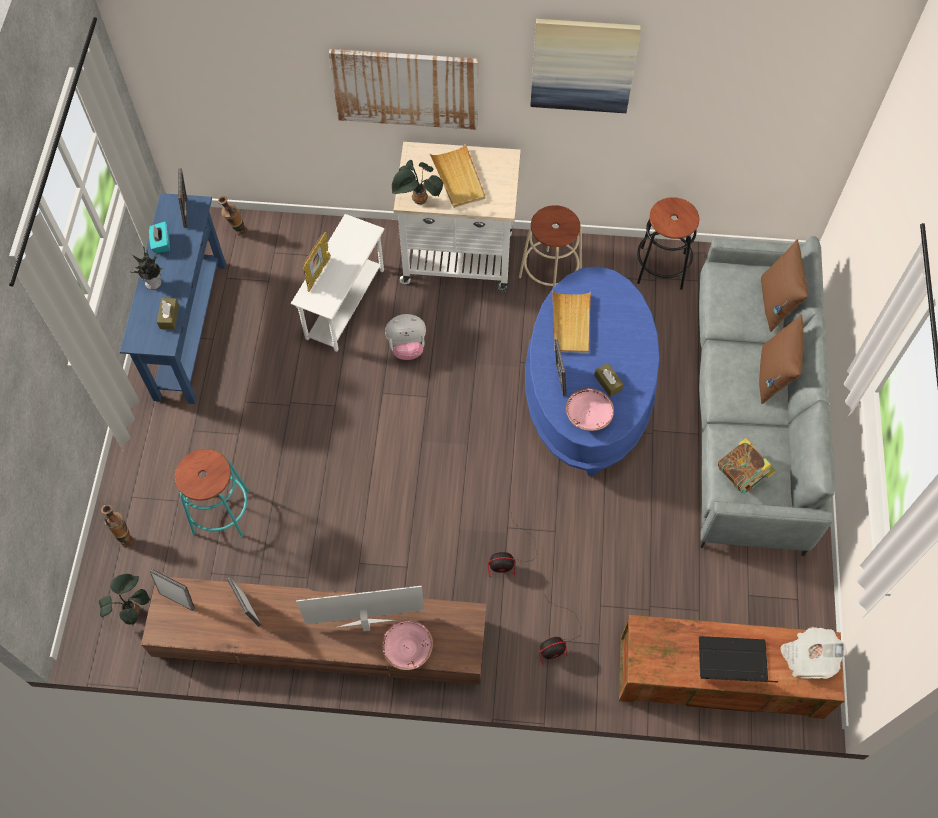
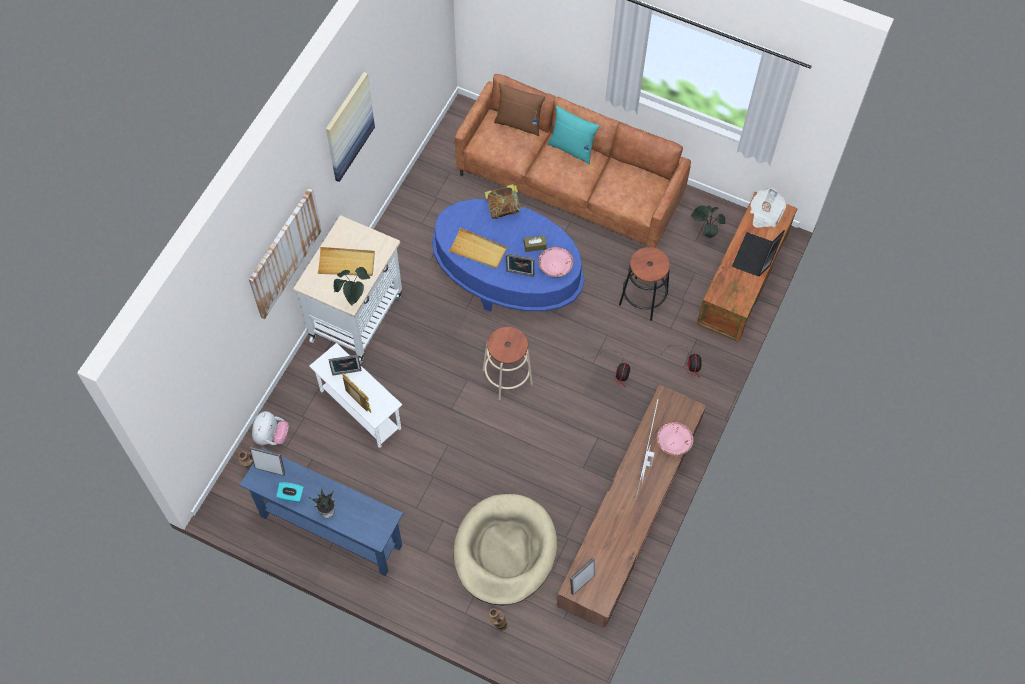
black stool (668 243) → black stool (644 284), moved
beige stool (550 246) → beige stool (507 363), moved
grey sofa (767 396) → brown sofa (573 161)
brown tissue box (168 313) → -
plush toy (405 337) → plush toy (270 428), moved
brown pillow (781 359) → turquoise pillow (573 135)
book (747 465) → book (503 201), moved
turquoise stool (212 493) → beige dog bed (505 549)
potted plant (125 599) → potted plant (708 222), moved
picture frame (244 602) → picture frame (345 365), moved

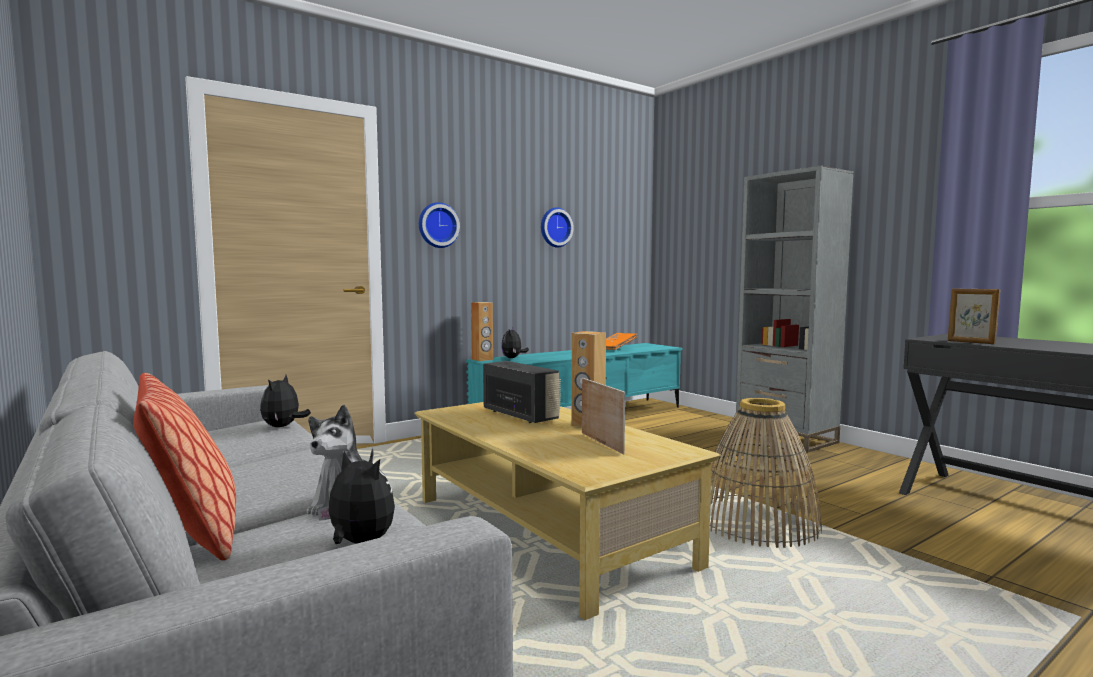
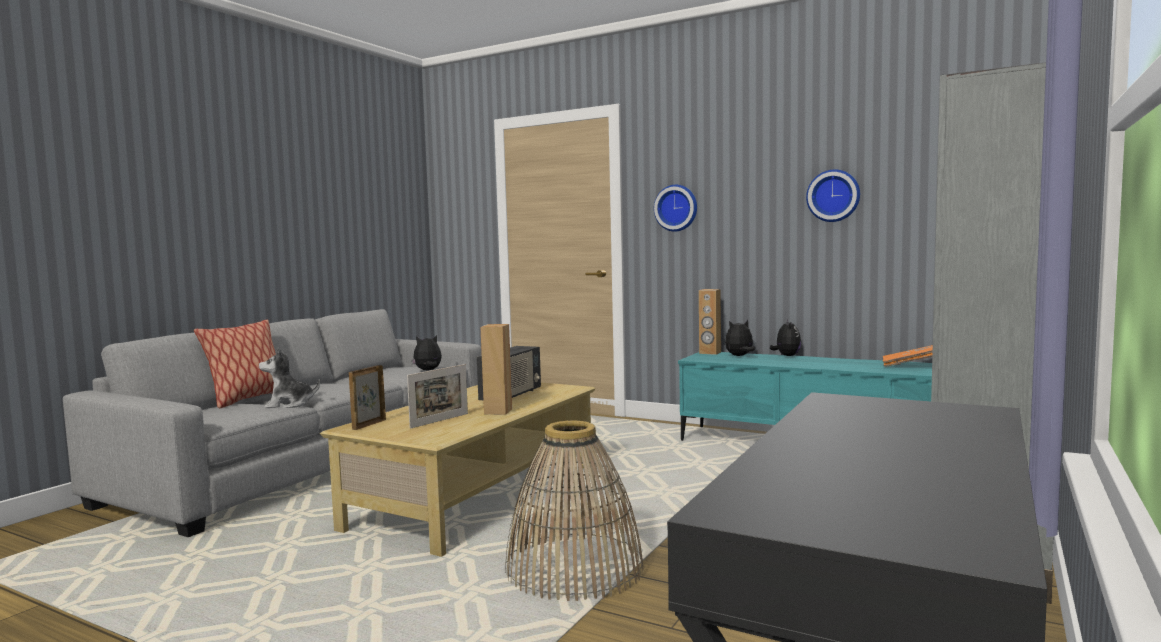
picture frame (974 316) → picture frame (367 397), moved
plush toy (356 497) → plush toy (785 338), moved

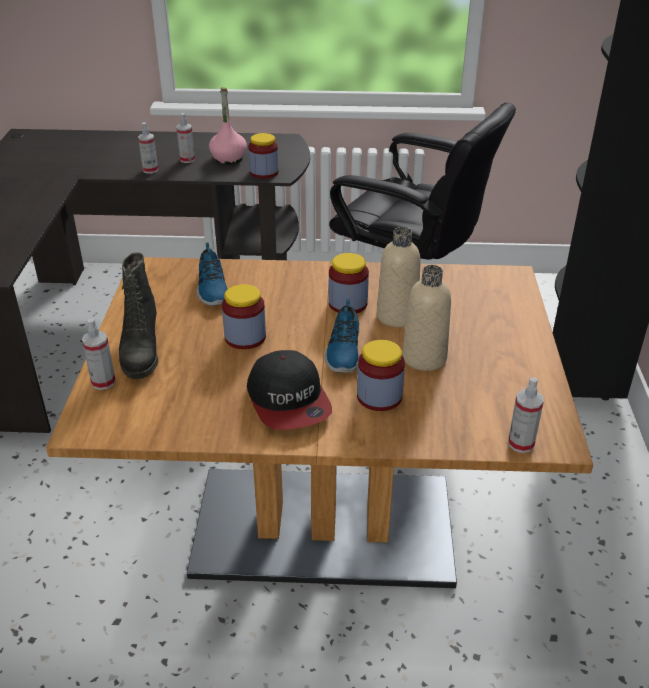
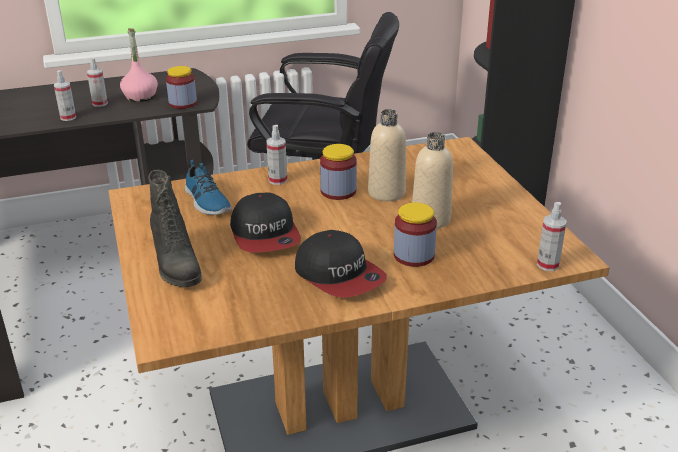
jar (244 316) → cap (265 222)
shoe (342 336) → -
spray bottle (99 354) → spray bottle (276 155), moved

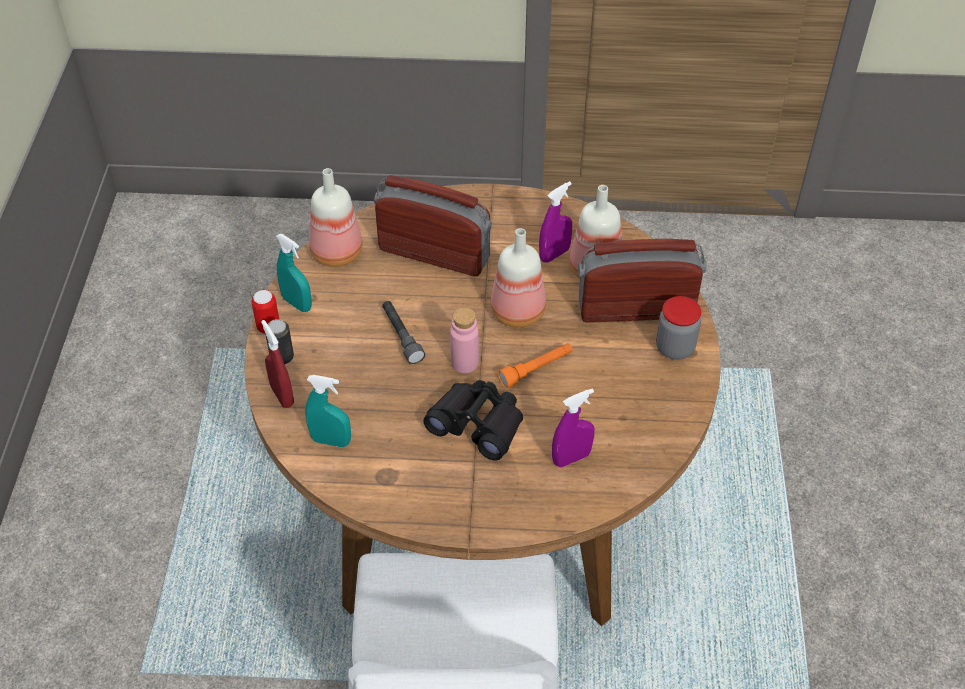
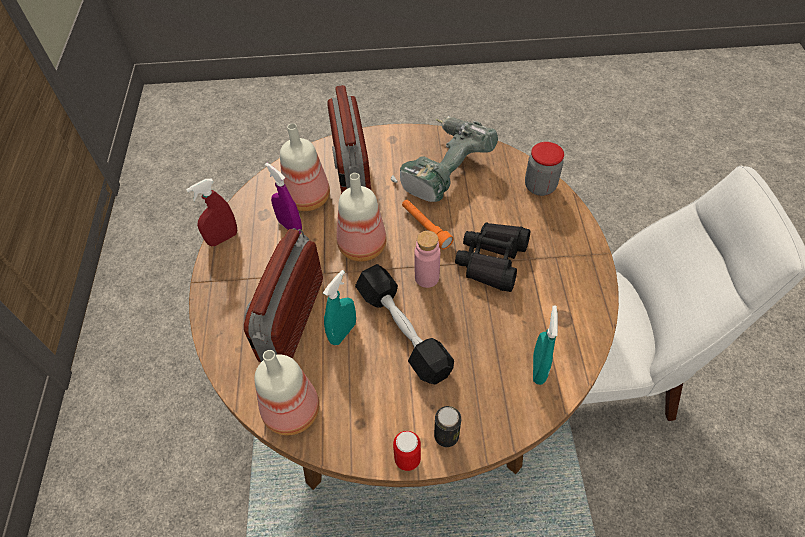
turquoise spray bottle (294 273) → turquoise spray bottle (339 307), moved
jar (678 328) → jar (544 169), moved
grey flashlight (403 332) → black dumbbell (404 324)
red spray bottle (277 364) → red spray bottle (211 212), moved
purple spray bottle (573 427) → -
- → power drill (444 159)

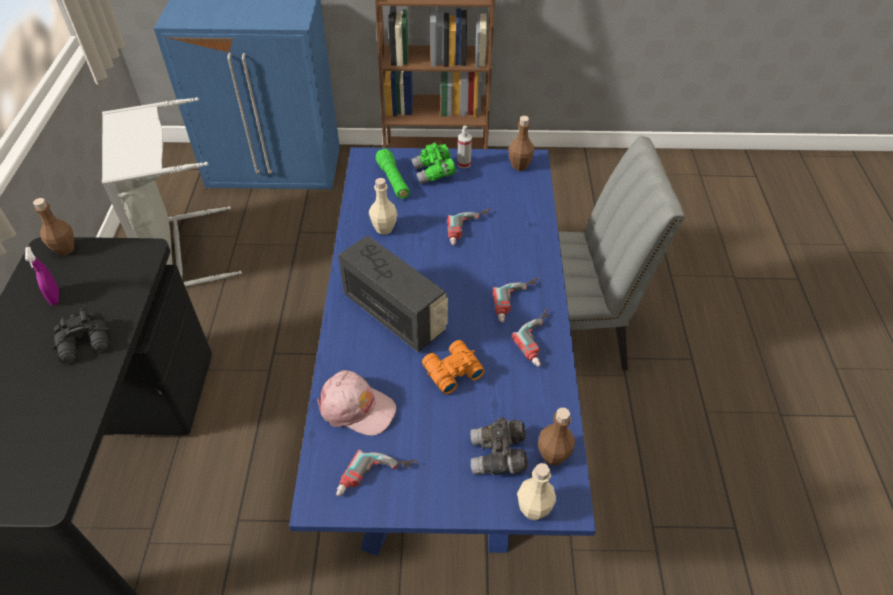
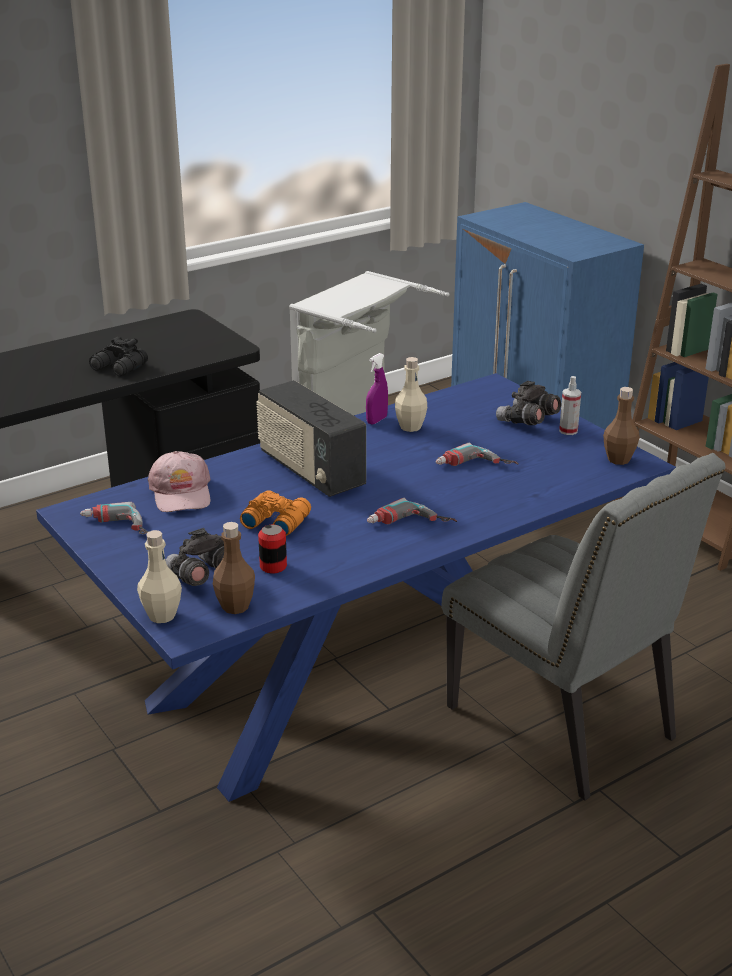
green binoculars (433 163) → grey binoculars (528 403)
green flashlight (393 173) → -
brown bottle (53 227) → -
radio (393 294) → radio (311 438), 135 degrees clockwise
purple spray bottle (42 276) → purple spray bottle (377 388), moved
power drill (530 338) → -
- → can (272 549)

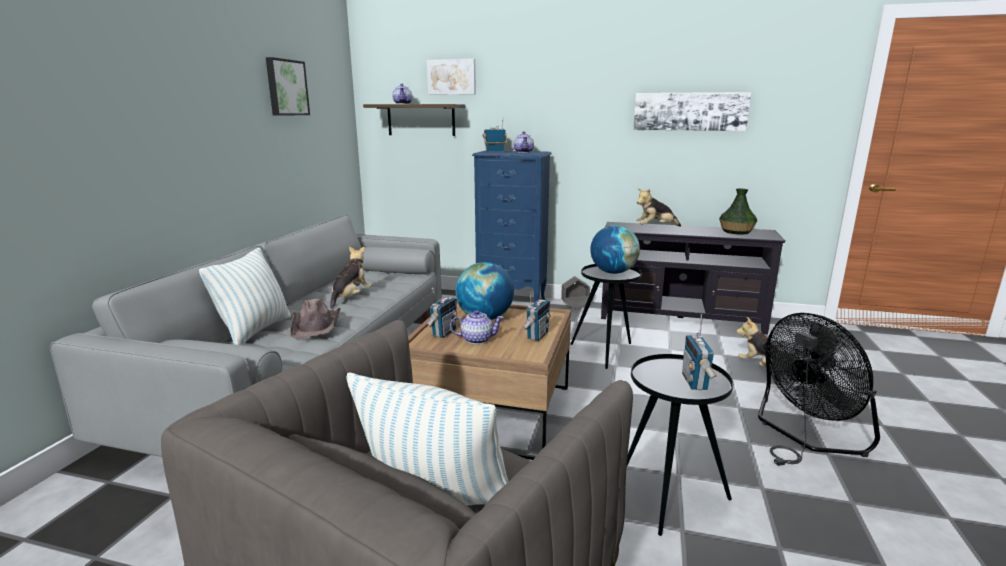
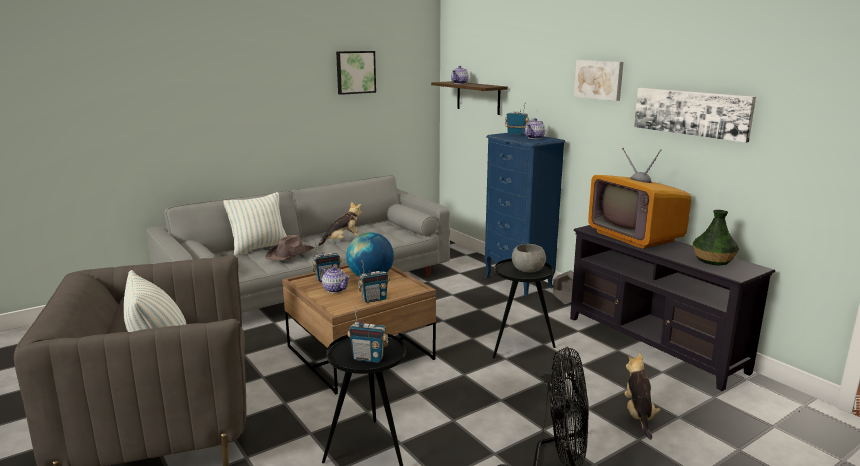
picture (451 77) → picture (598 80), moved
plush toy (658 207) → television (639 198)
globe (615 249) → grey bowl (529 258)
radio (699 352) → radio (367 334), 120 degrees counterclockwise

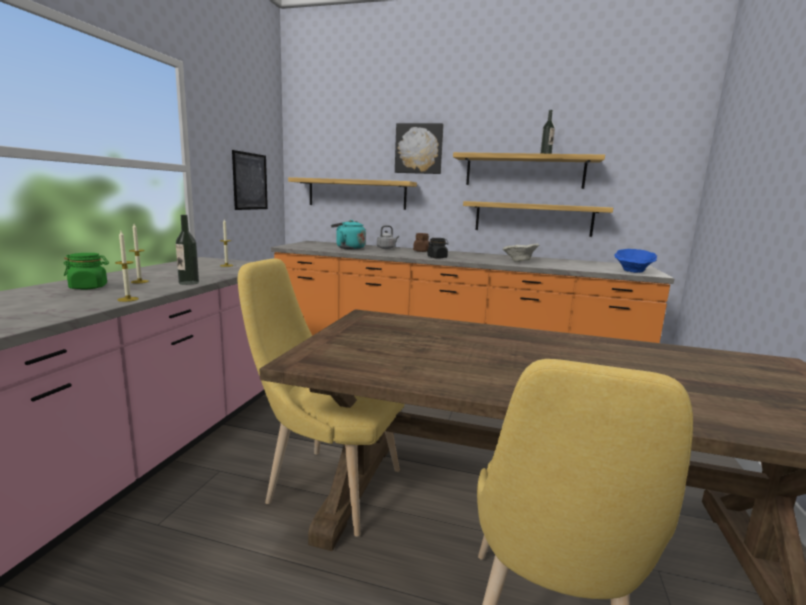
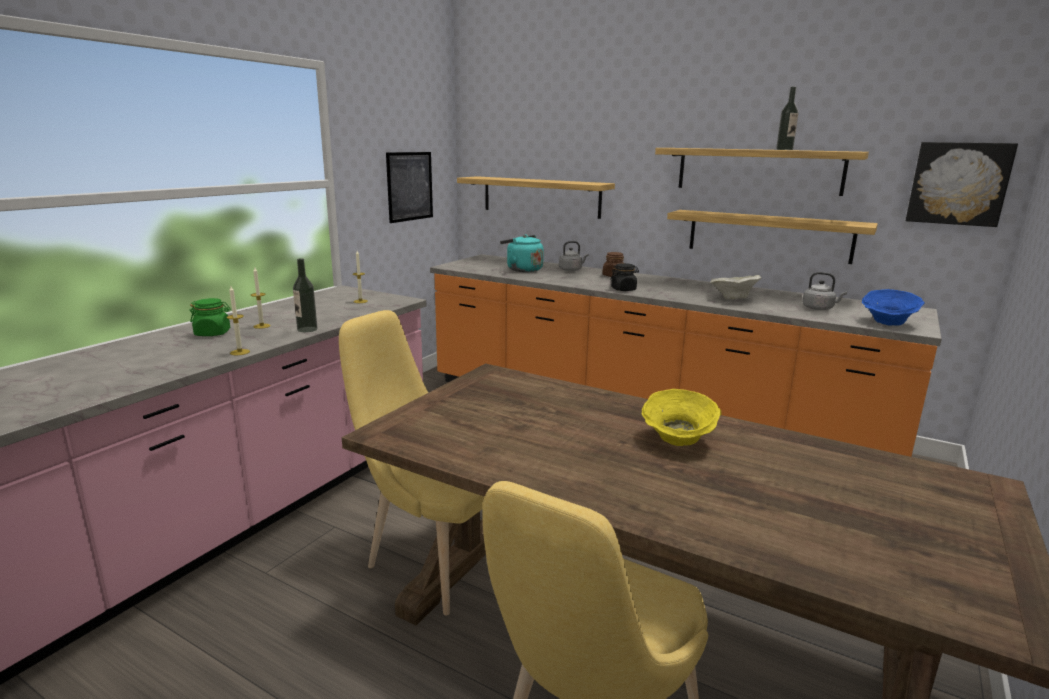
picture (419 148) → picture (962 184), moved
- → grey kettle (824 291)
- → yellow bowl (681 417)

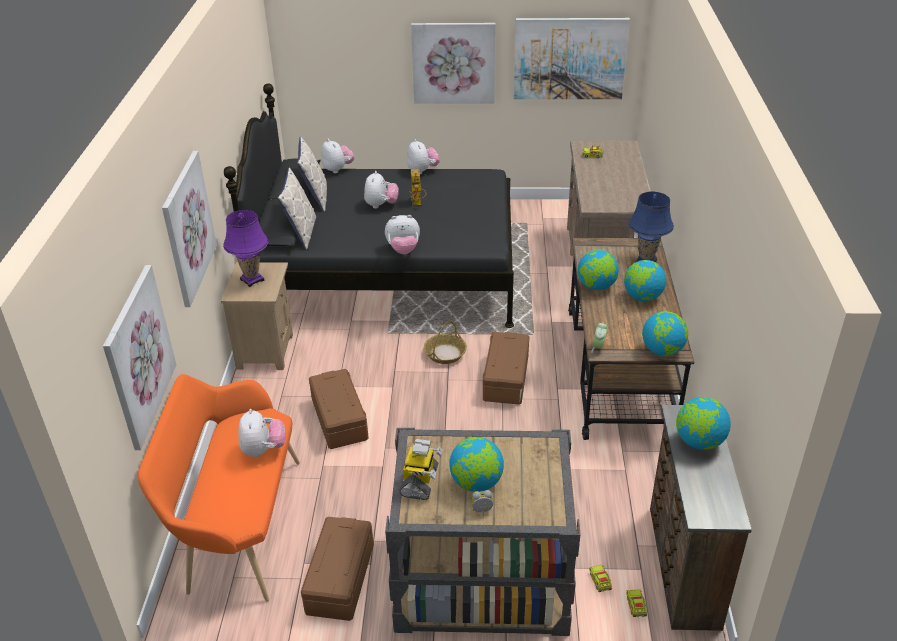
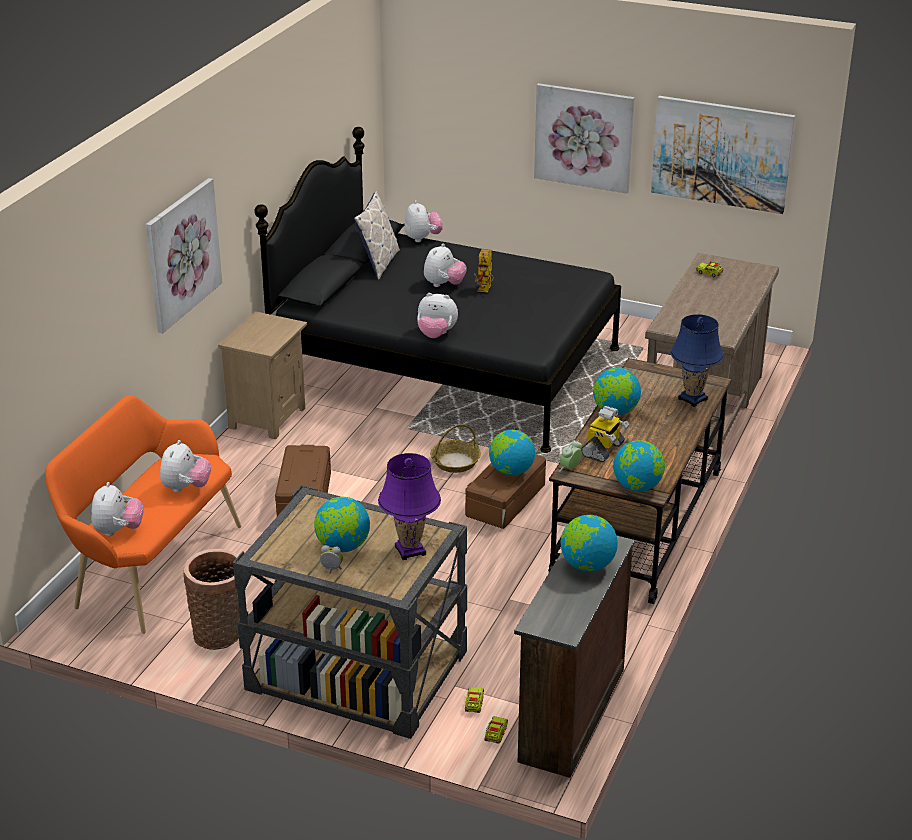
plush toy (423 156) → plush toy (117 509), moved
pillow (296 209) → -
purple table lamp (245 248) → purple table lamp (409 506), moved
globe (645 280) → globe (512 453), moved
picture (139 357) → -
toy robot (421 469) → toy robot (605 434), moved
brown storage box (337 569) → basket (211 599)

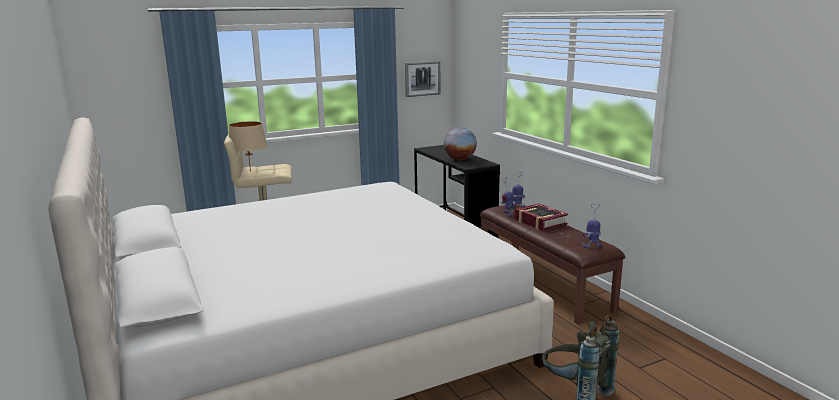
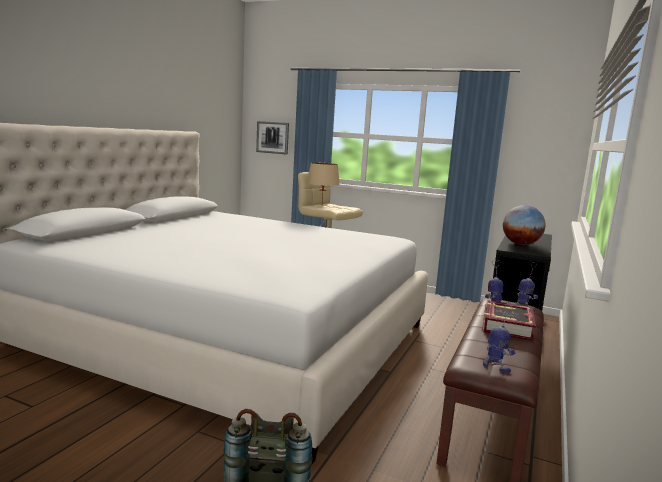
picture (422 79) → picture (272 138), moved

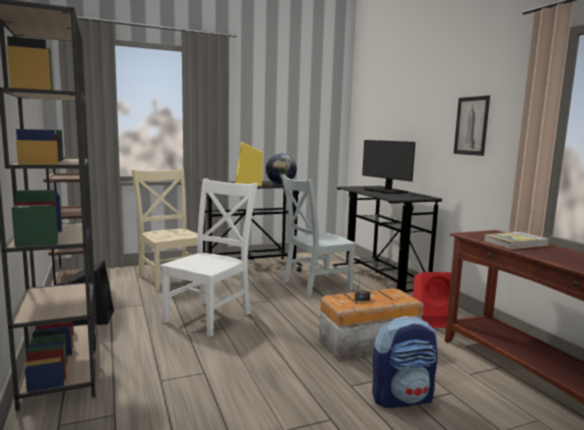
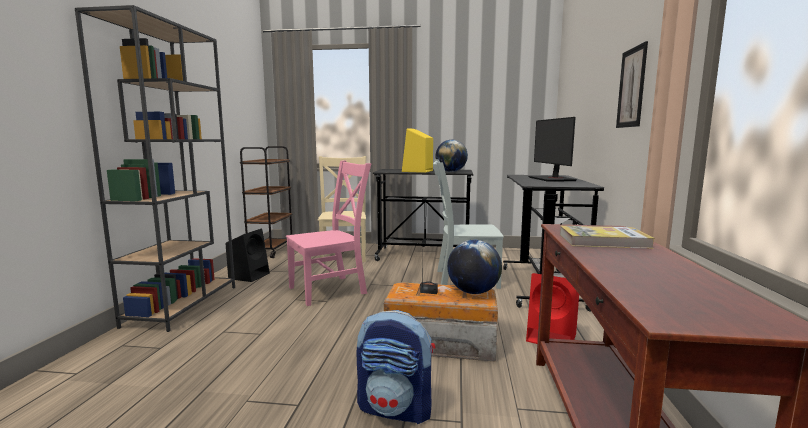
white chair (209 257) → pink chair (329 233)
- → globe (474 267)

